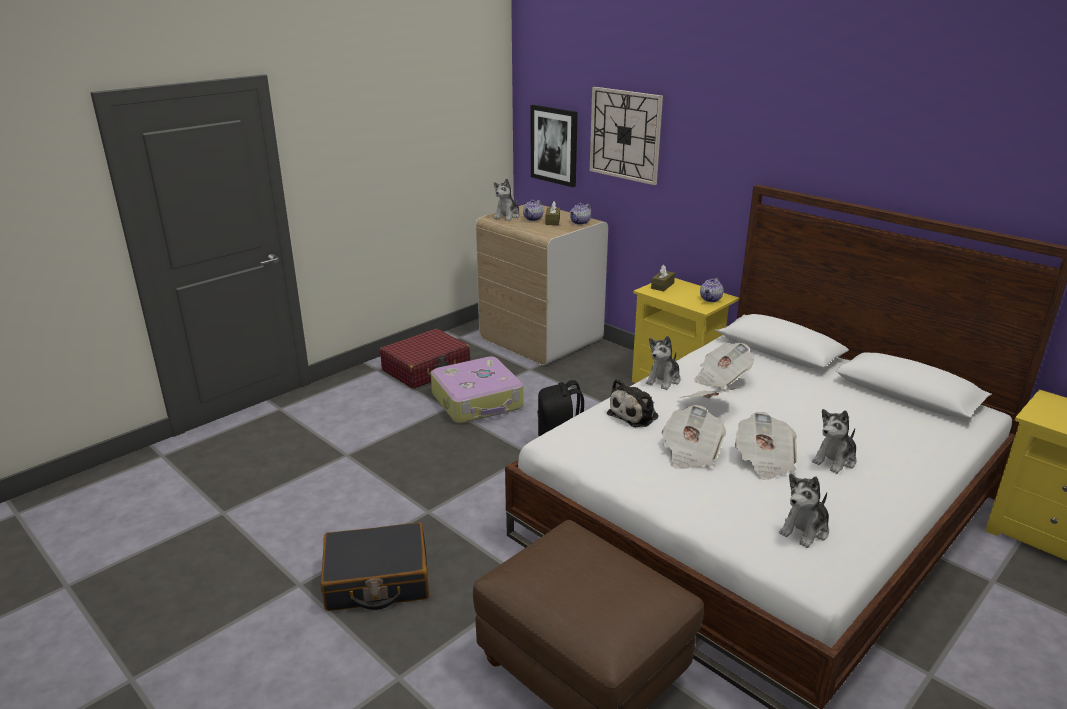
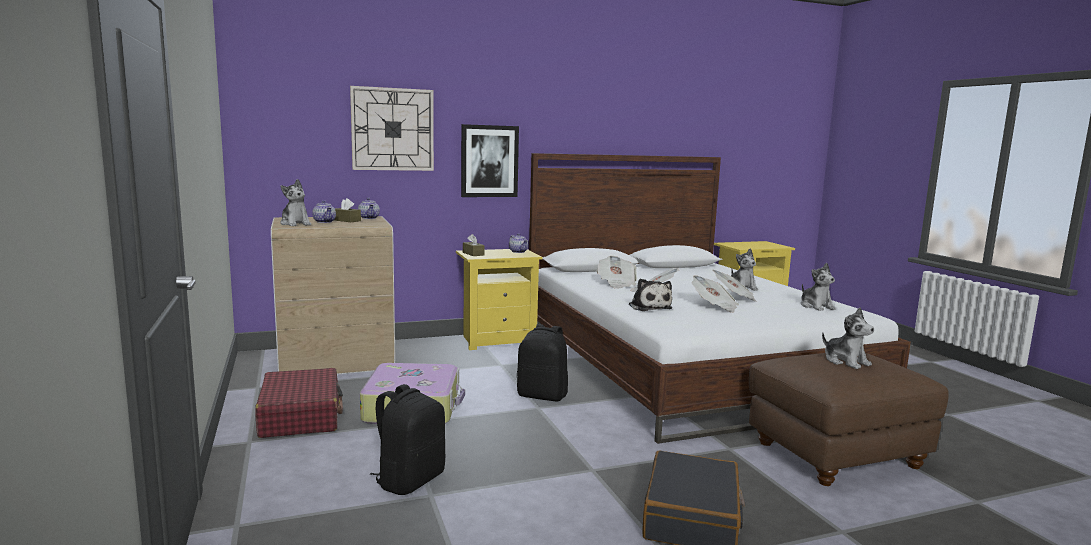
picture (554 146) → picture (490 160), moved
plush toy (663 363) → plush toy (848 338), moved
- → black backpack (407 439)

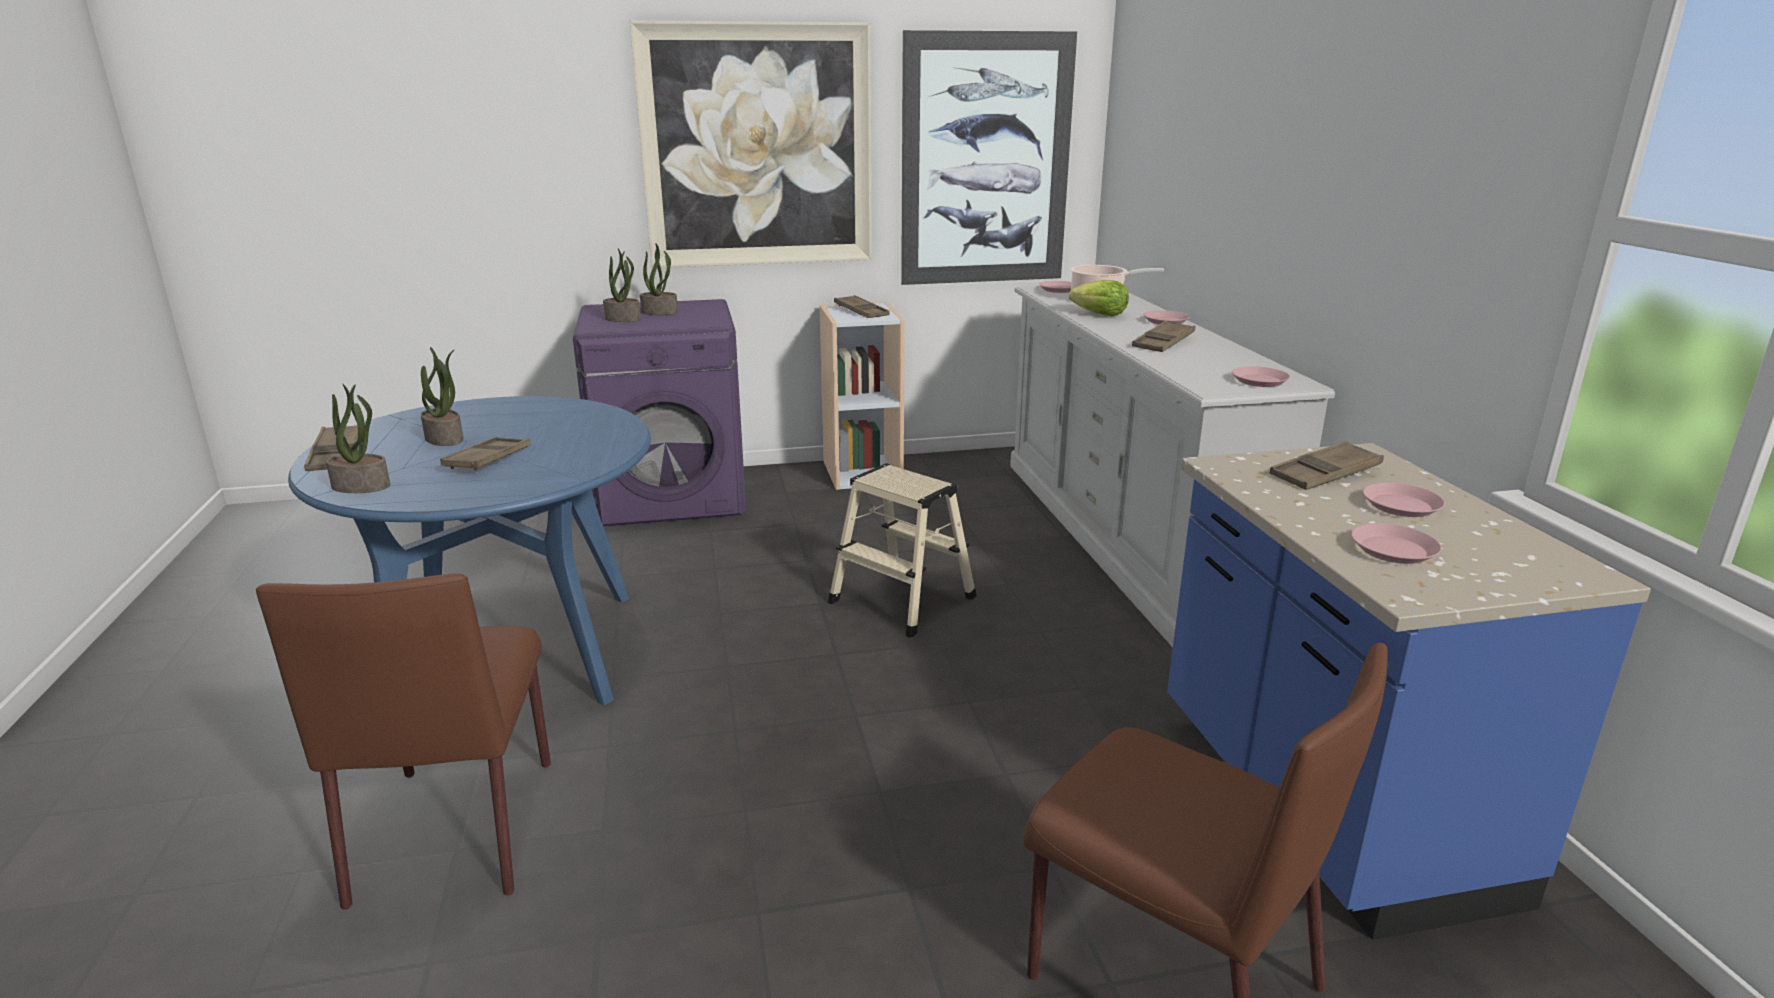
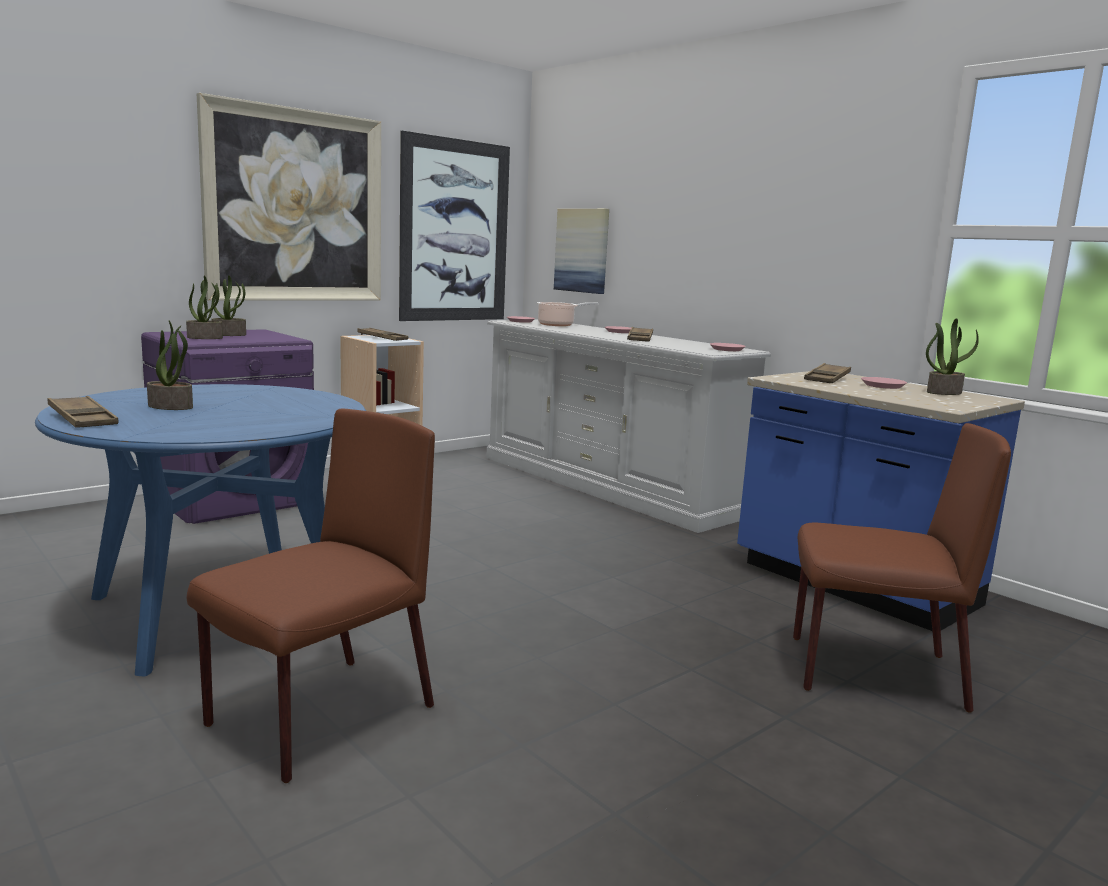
lettuce (1099 298) → -
potted plant (358 438) → potted plant (952 356), moved
brown tray (485 454) → -
beige step ladder (902 550) → -
pink plate (1396 543) → -
brown chair (403 741) → brown chair (311 595), 105 degrees counterclockwise
- → picture (581 251)

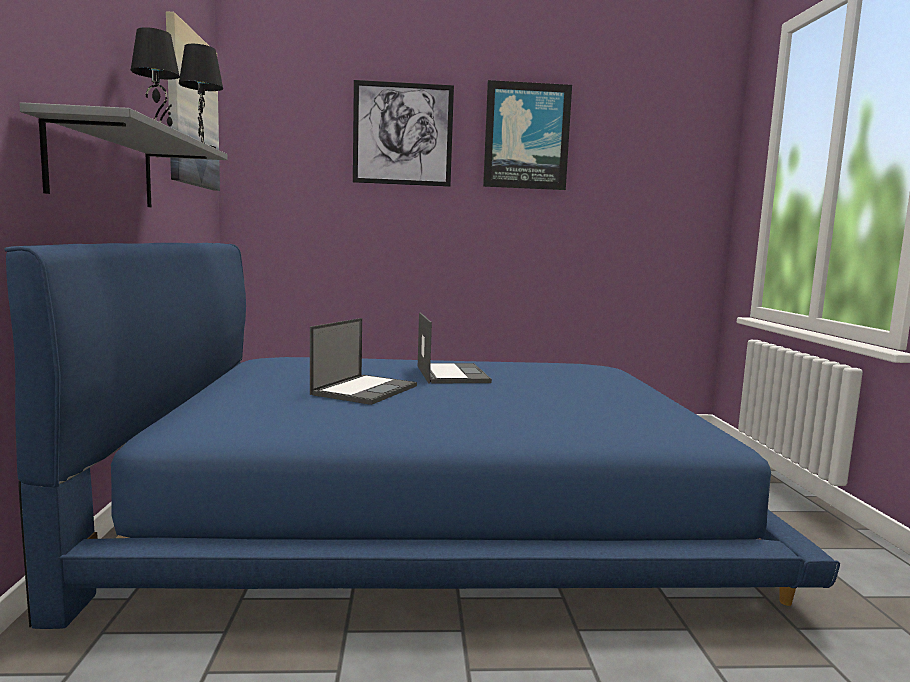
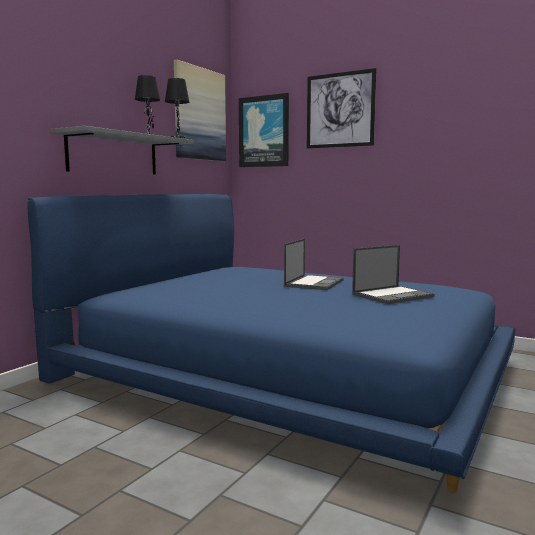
picture (527 135) → picture (264 130), moved
laptop (363 361) → laptop (393 274), moved

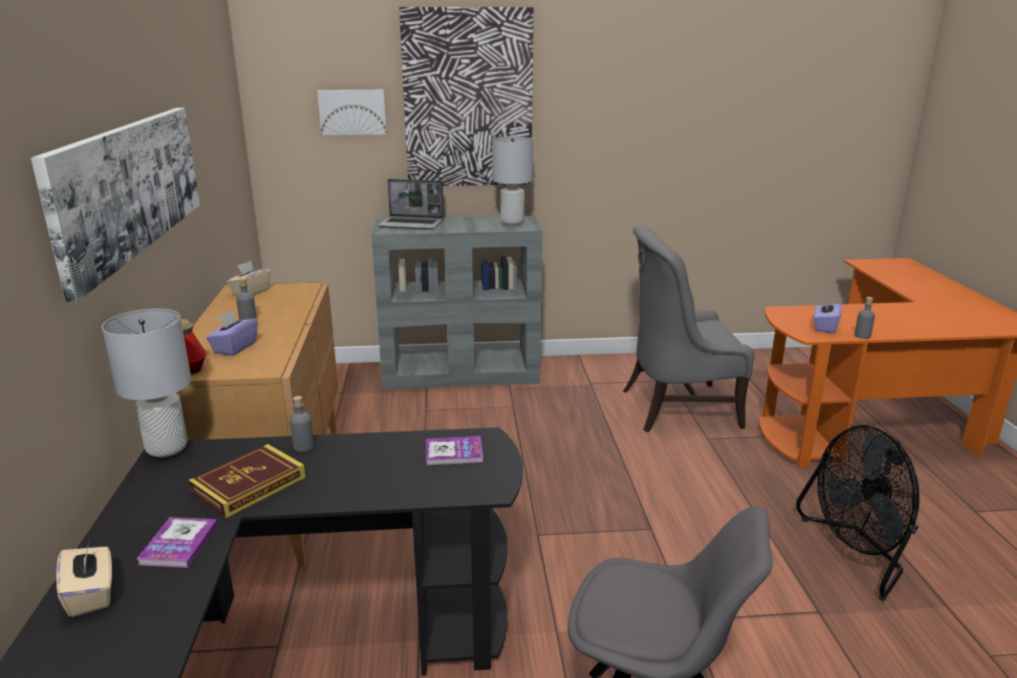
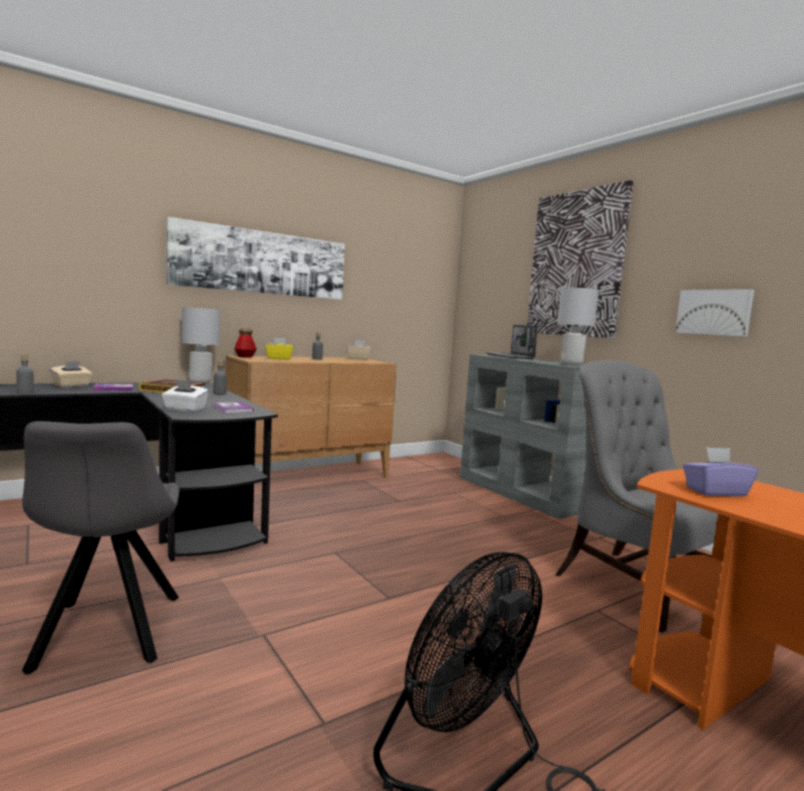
picture (352 112) → picture (714 313), moved
grey bottle (865 318) → grey bottle (25 374), moved
purple tissue box (232 333) → yellow tissue box (279 349)
- → white tissue box (185 396)

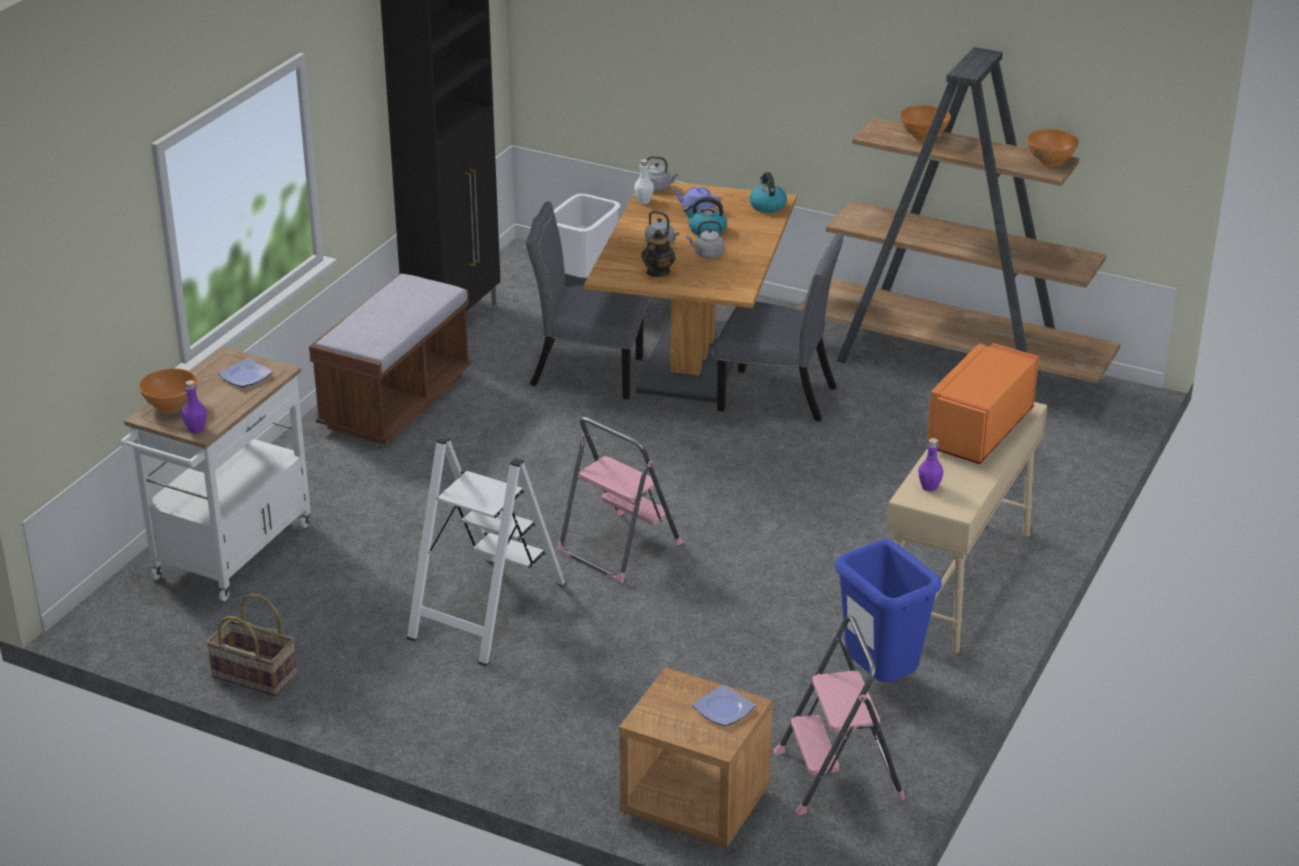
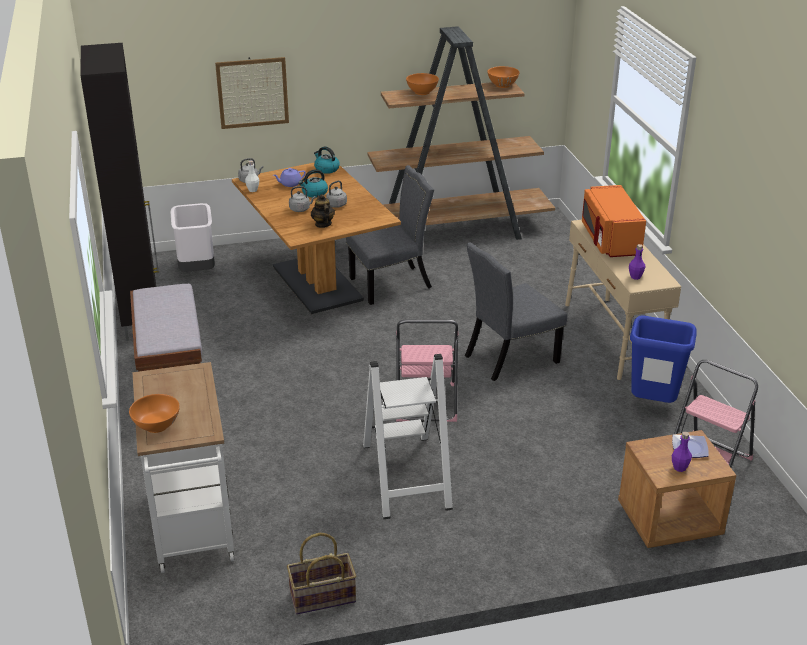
grey chair (586 300) → grey chair (516 311), moved
plate (245 372) → -
purple bottle (194 406) → purple bottle (682 452), moved
- → picture (252 93)

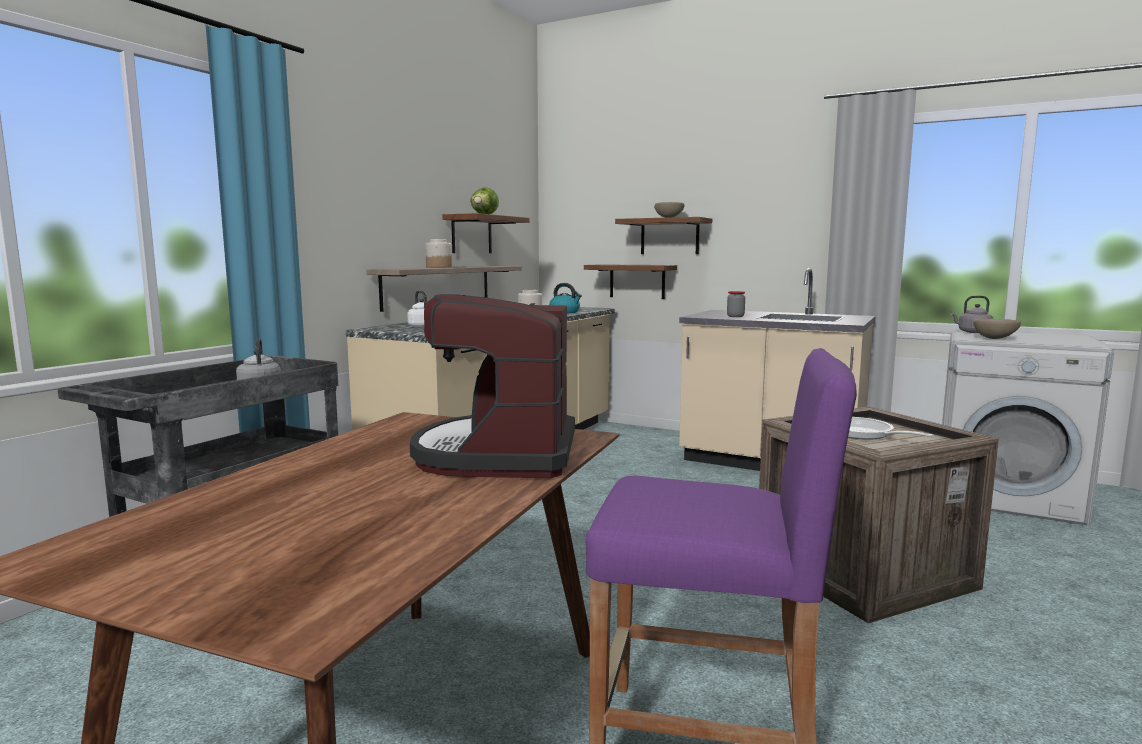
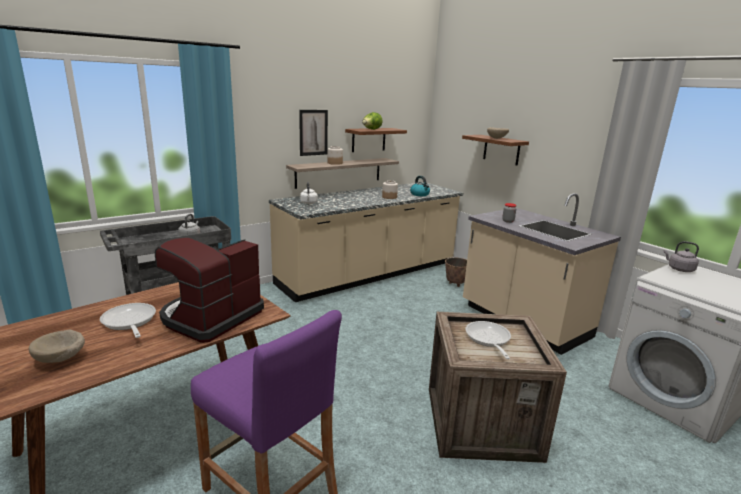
shelf (630 281) → -
beige bowl (997 328) → beige bowl (57 346), moved
- → picture (313 133)
- → planter (456 272)
- → frying pan (128 320)

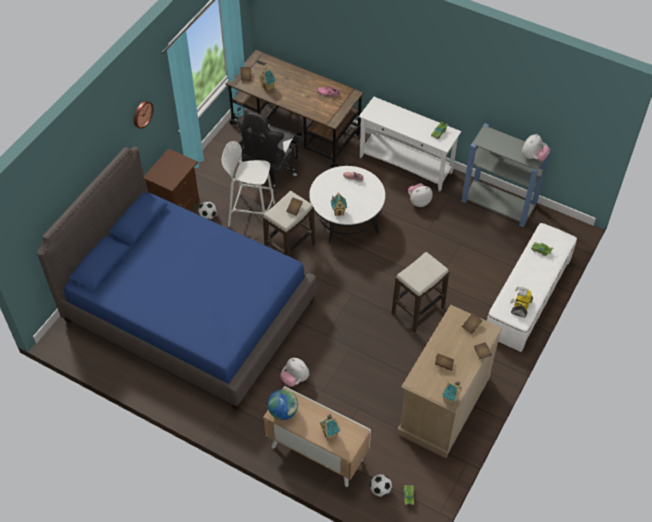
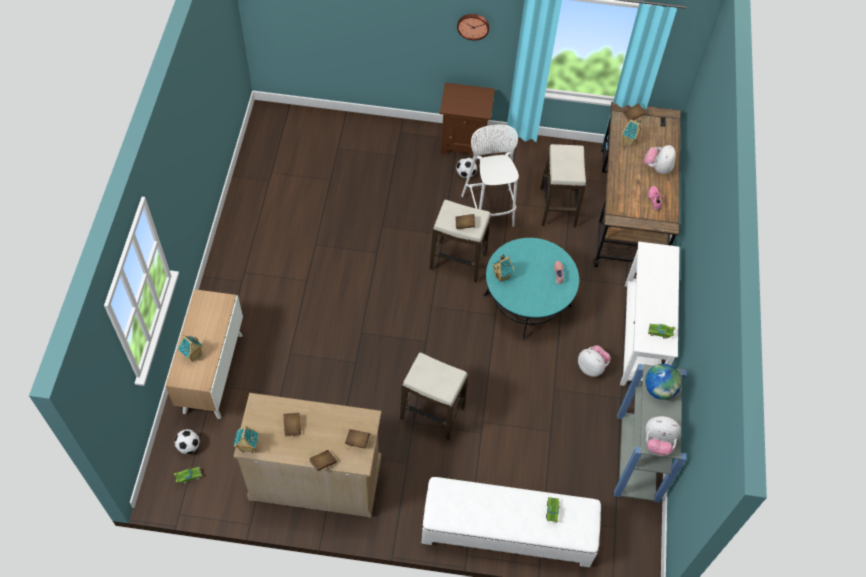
black office chair (270 152) → stool (563 185)
blue bed (177 278) → -
white coffee table (347 205) → turquoise coffee table (531 289)
toy robot (521 302) → -
plush toy (294 372) → plush toy (660 159), moved
globe (283 404) → globe (663 382), moved

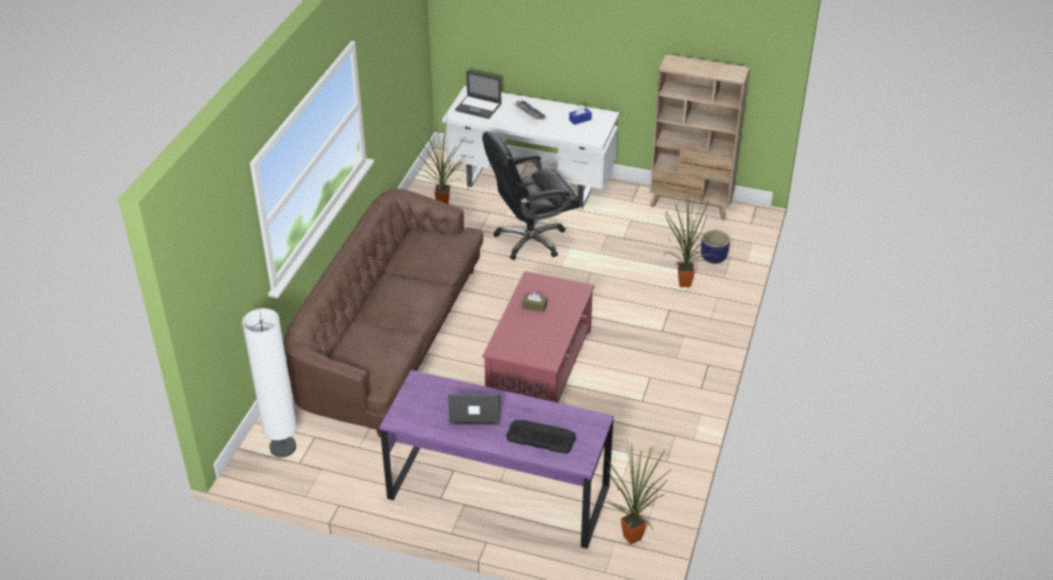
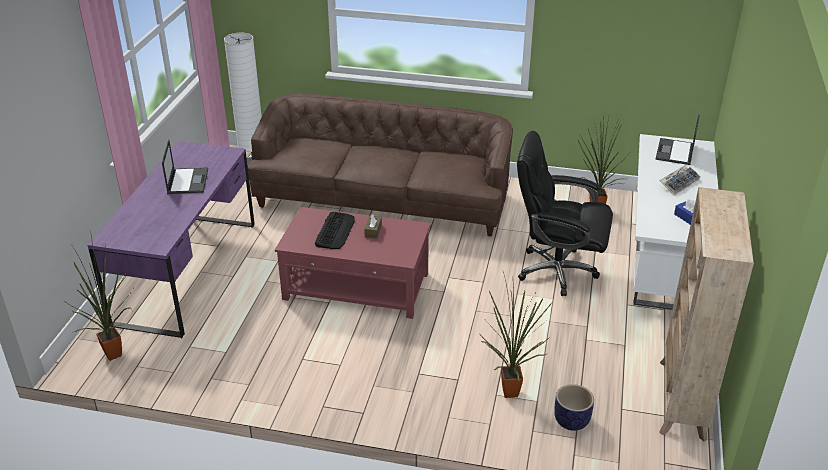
black office chair (531 195) → black office chair (565 213), 45 degrees counterclockwise
keyboard (541 437) → keyboard (335 230), moved

